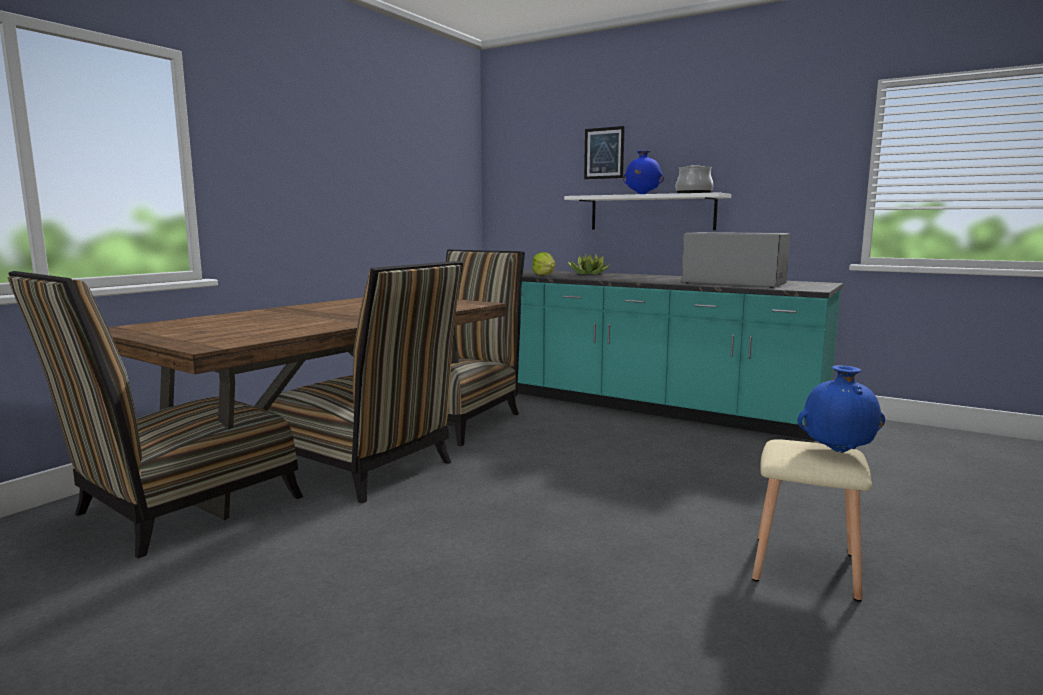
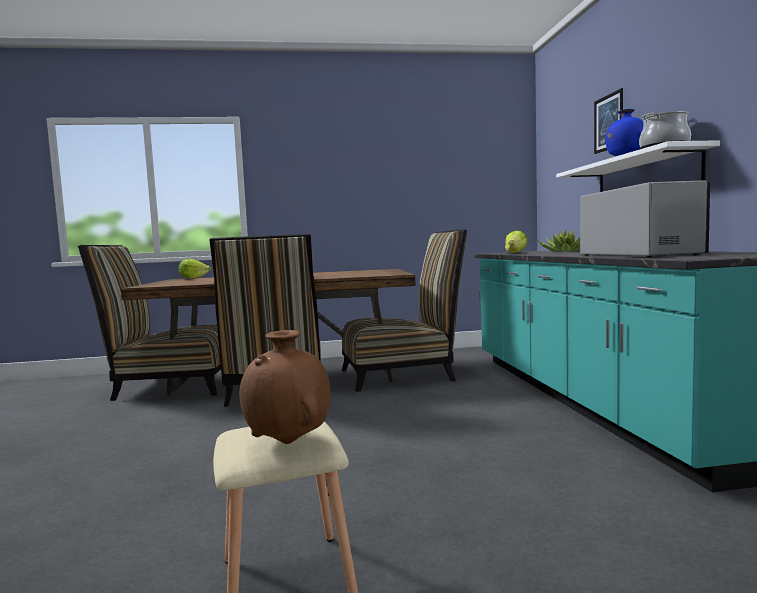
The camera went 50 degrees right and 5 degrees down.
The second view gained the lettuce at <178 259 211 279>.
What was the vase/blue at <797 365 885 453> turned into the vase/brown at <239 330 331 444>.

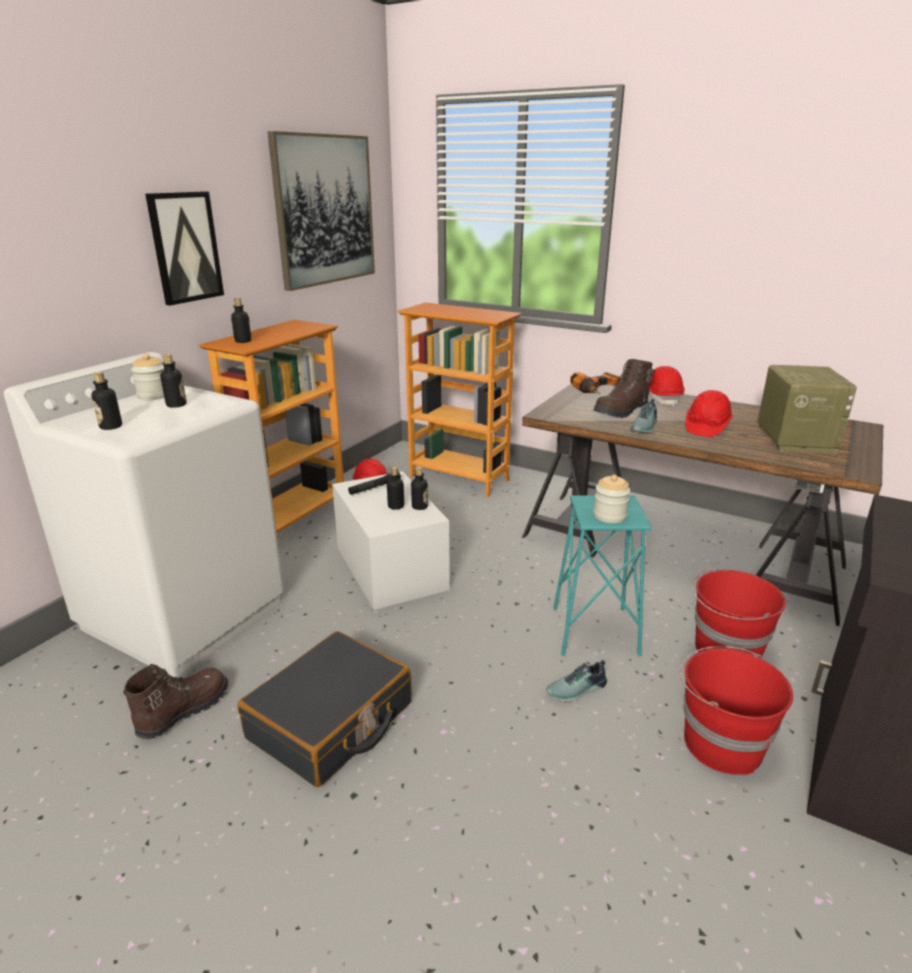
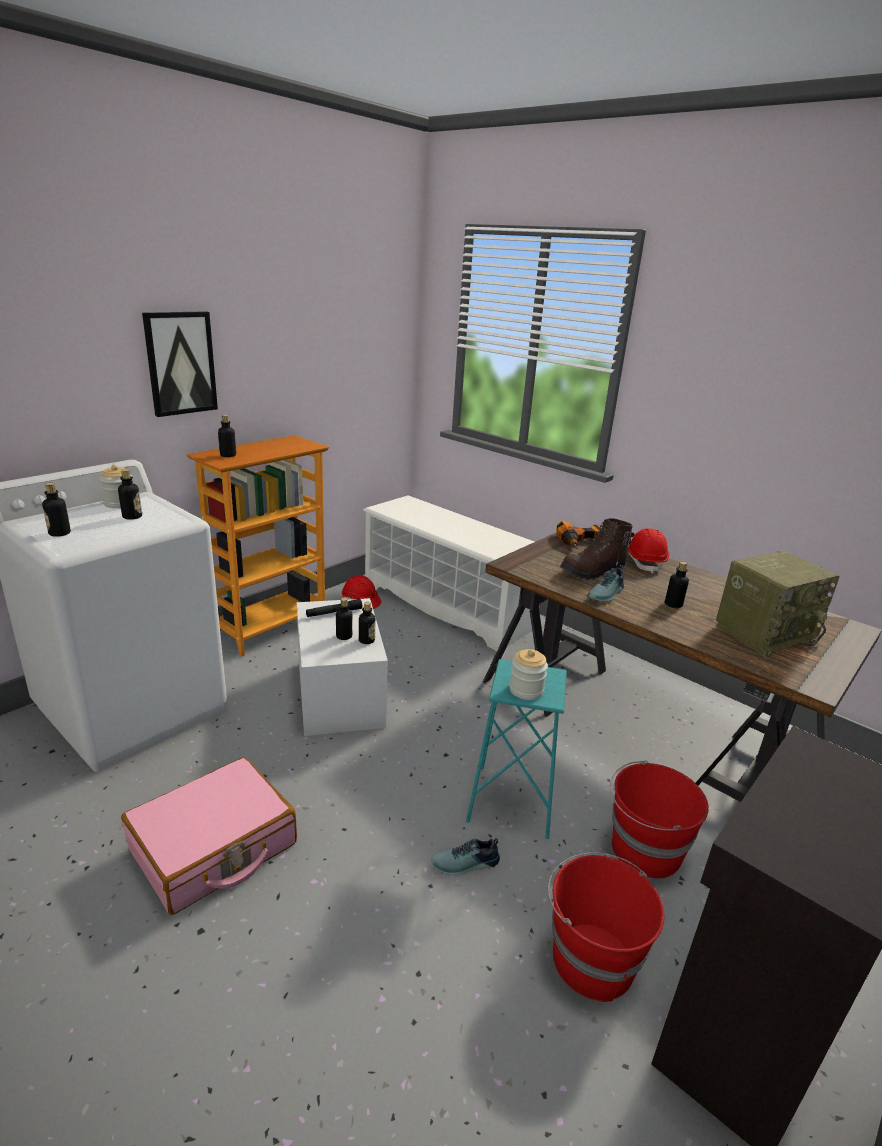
The camera went 10 degrees right and 0 degrees up.
What was the suitcase/black at <237 631 412 787> turned into the suitcase/pink at <121 757 297 915>.
Where the bookcase stood at <398 302 522 497>, the shoe rack/white came to stand at <363 495 540 652>.
Where the hard hat/red stood at <685 390 733 437>, the bottle came to stand at <665 562 689 608>.
The radio at <758 365 857 454> ended up facing another way, 45 degrees clockwise from before.
The second view lost the boot/brown at <123 664 228 739>.
The second view lost the picture at <267 131 375 291>.

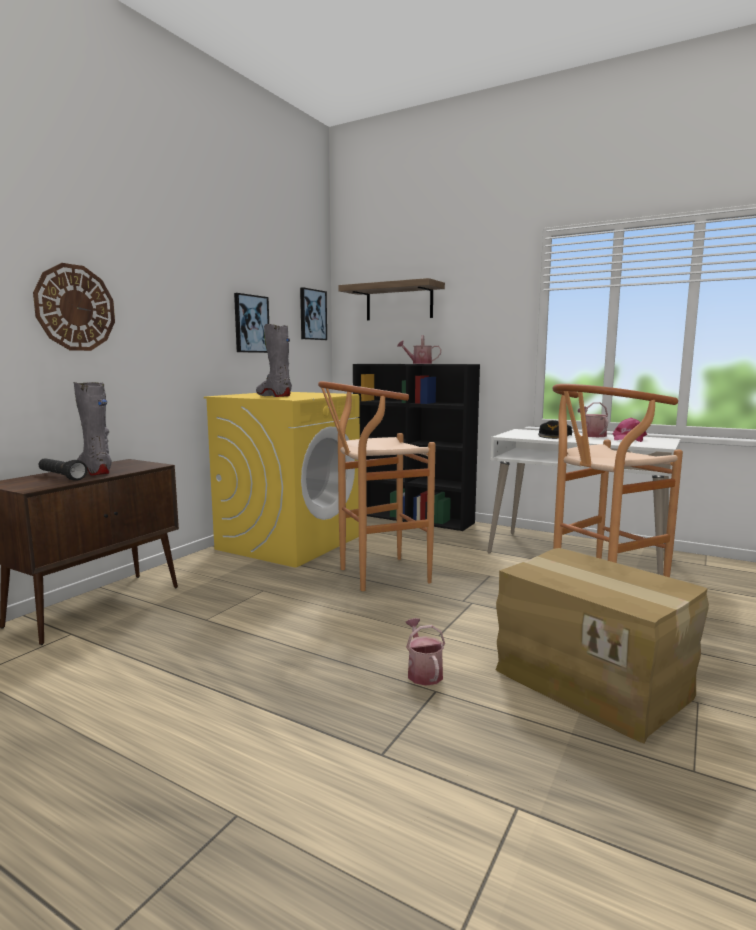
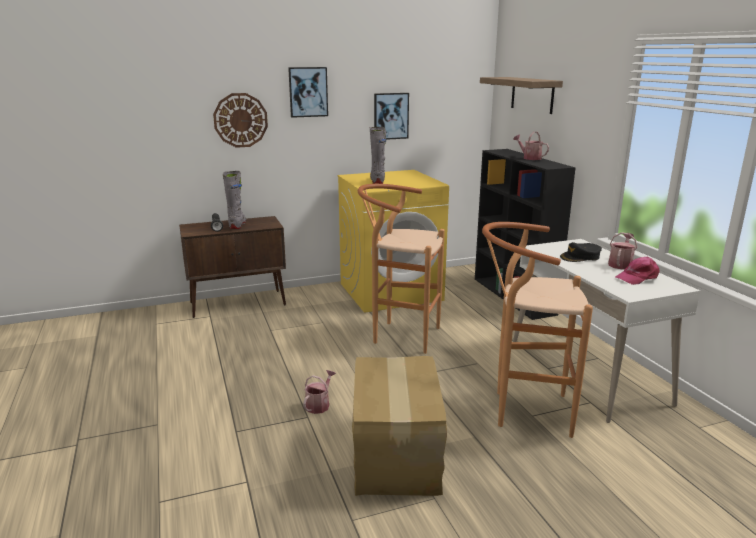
The camera went 40 degrees right and 10 degrees up.
The picture ended up elsewhere, having gone from <300 287 327 340> to <288 67 328 118>.

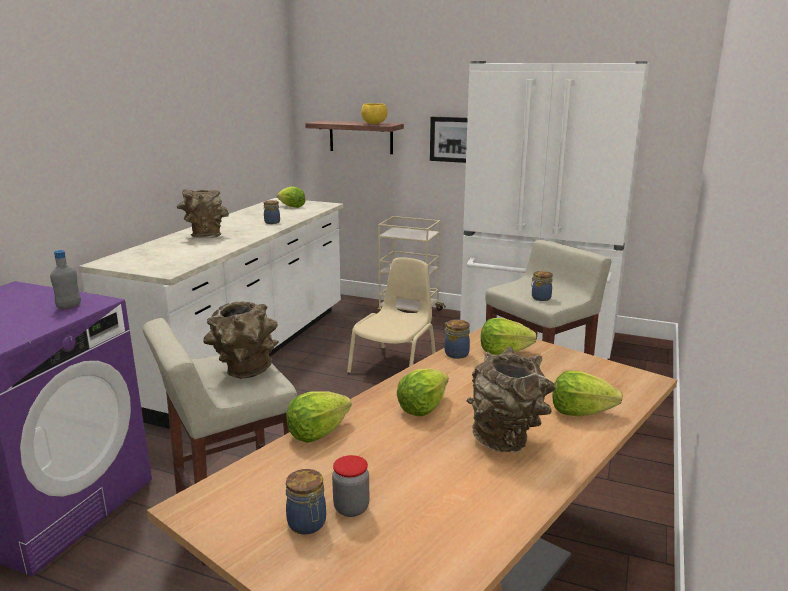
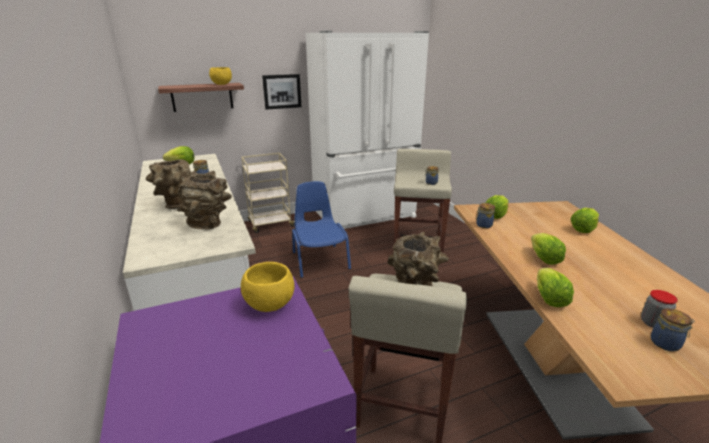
The camera went 45 degrees left and 5 degrees up.
The vase/brown ended up elsewhere, having gone from <466 346 555 453> to <177 171 232 230>.
Where the bottle/grey stood at <50 250 81 310>, the bowl/yellow came to stand at <241 262 294 312>.
What was the chair/beige at <347 257 436 373> turned into the chair/blue at <292 181 351 278>.

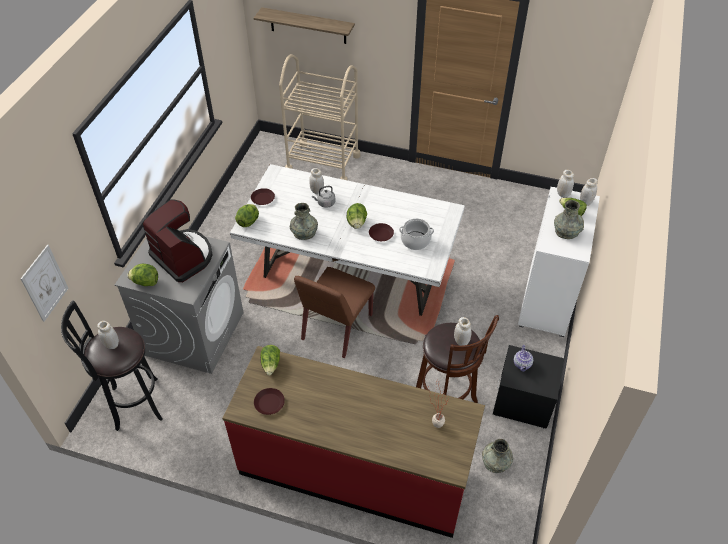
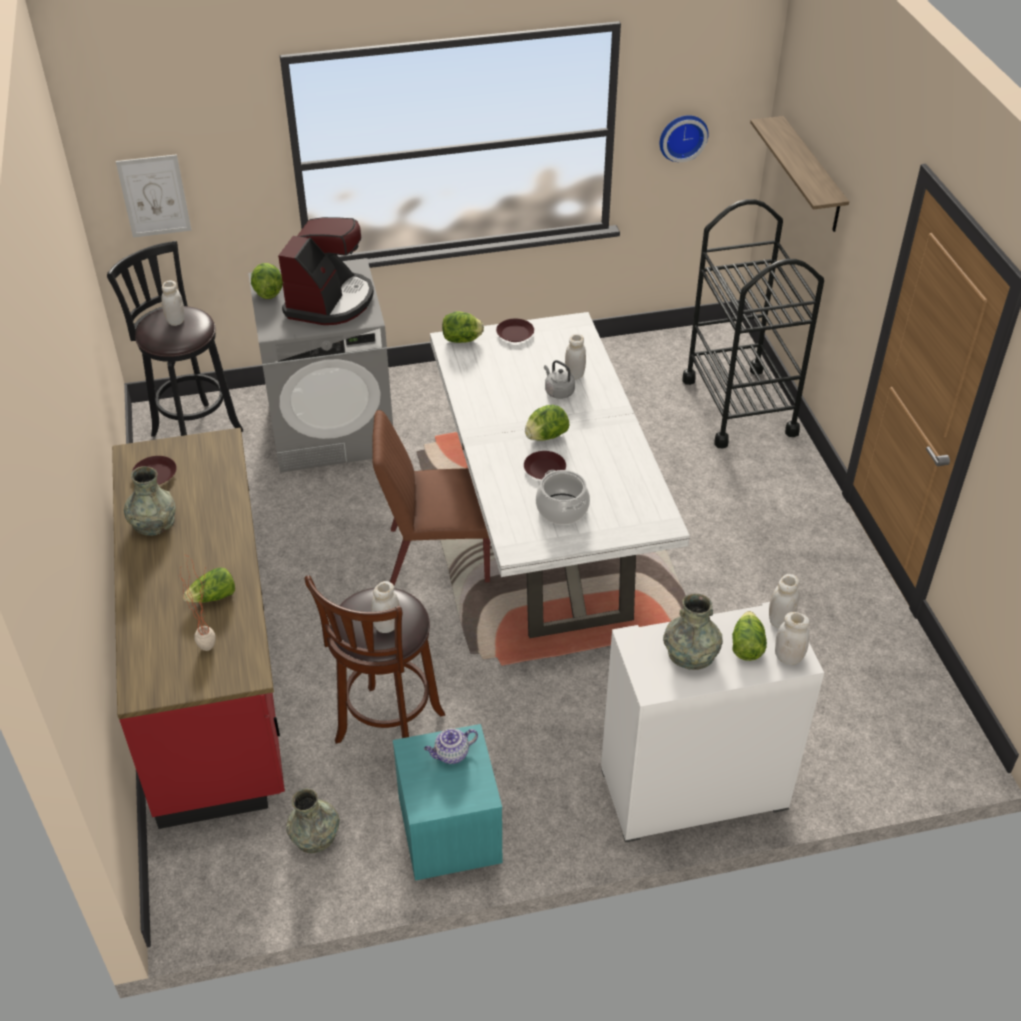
The camera went 60 degrees right and 5 degrees down.
The vase/grey ended up elsewhere, having gone from <290 203 318 240> to <124 466 176 536>.
The lettuce ended up elsewhere, having gone from <261 345 280 376> to <183 567 235 603>.
What was the nightstand/black at <493 345 564 429> turned into the nightstand/turquoise at <393 724 502 881>.
The second view gained the wall clock at <660 115 708 162>.
What was the cart/beige at <279 54 360 180> turned into the cart/black at <682 199 824 448>.

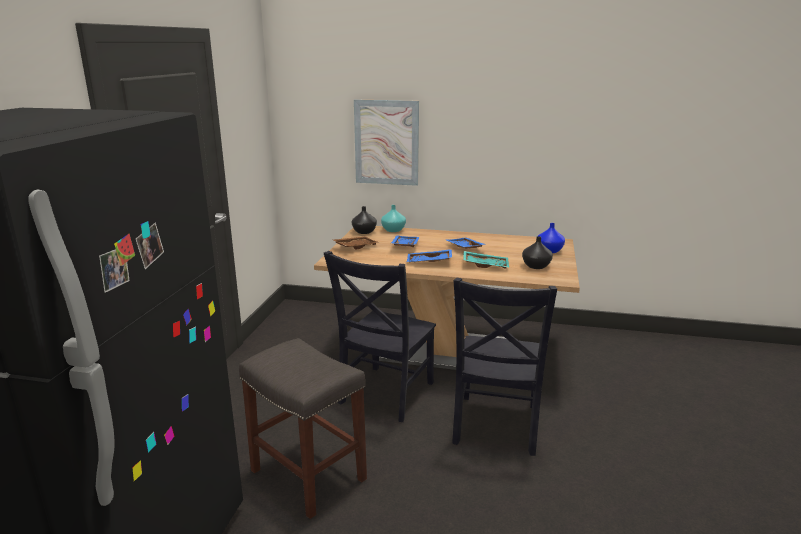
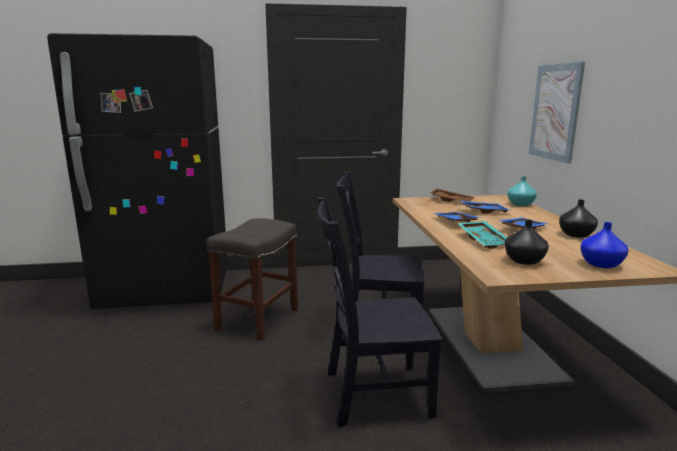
The camera went 70 degrees right and 5 degrees down.
The vase/black ended up elsewhere, having gone from <352 206 377 234> to <559 199 598 238>.

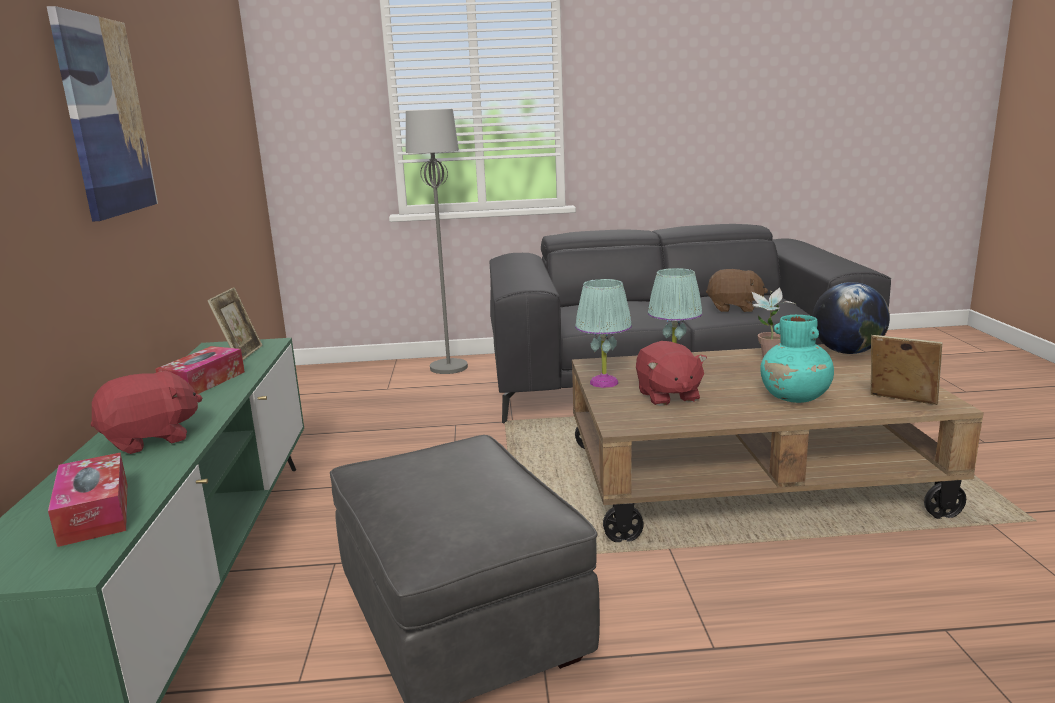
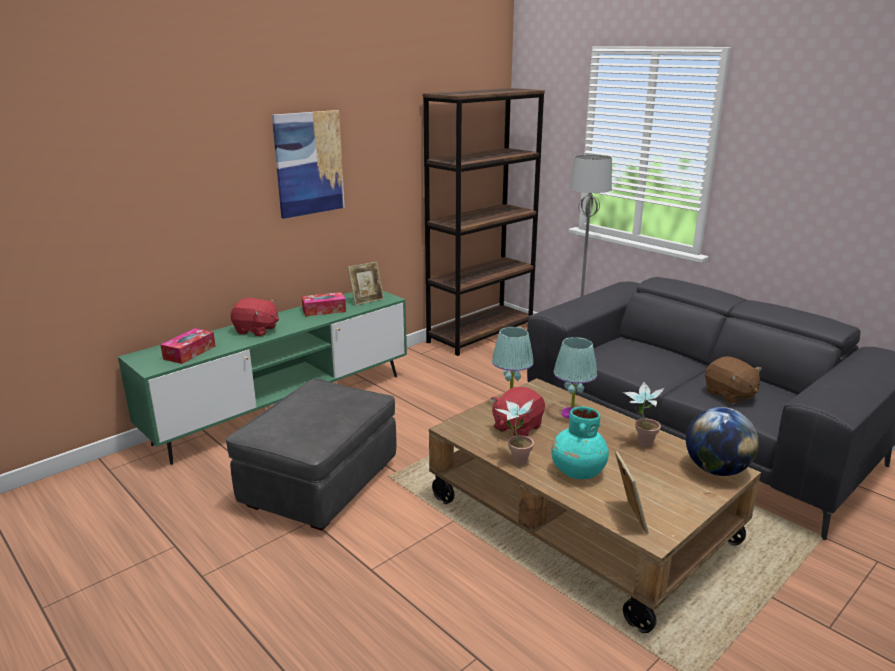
The camera went 50 degrees right and 5 degrees up.
The second view gained the bookcase/brown at <422 88 545 356>.
The second view gained the potted plant at <494 399 534 466>.

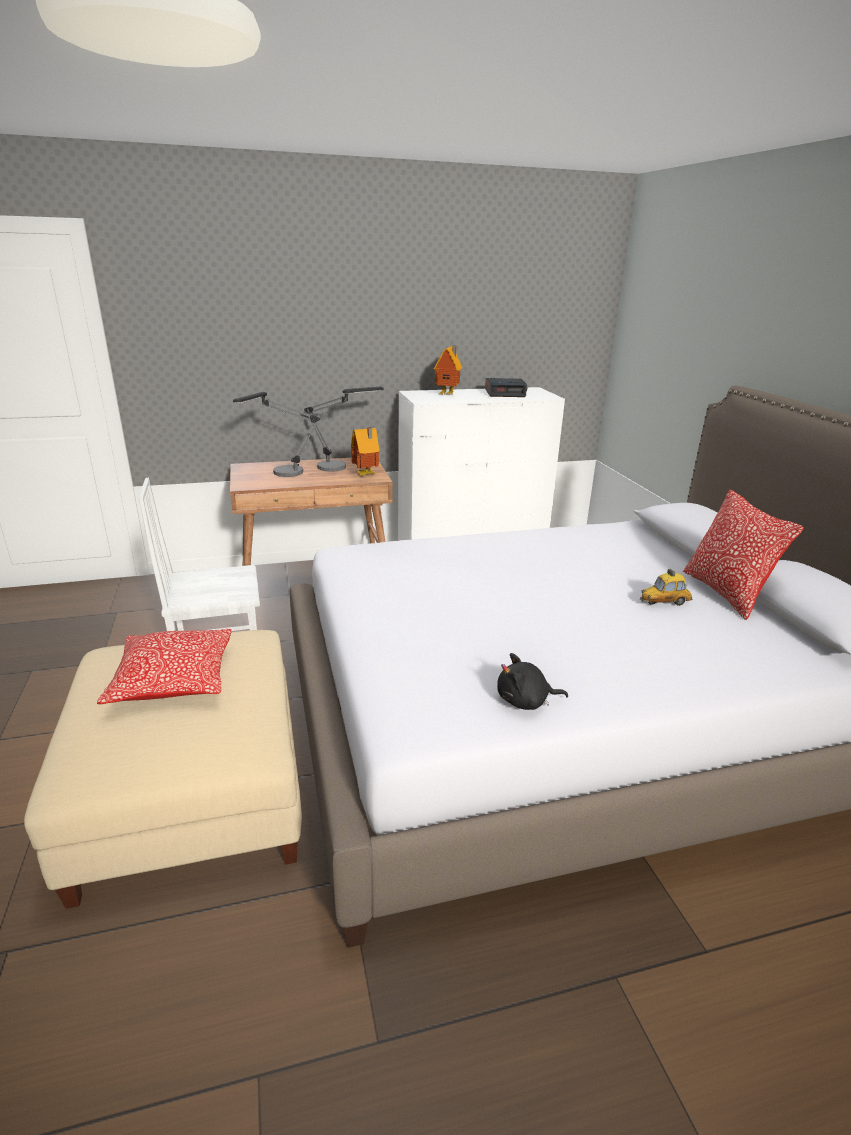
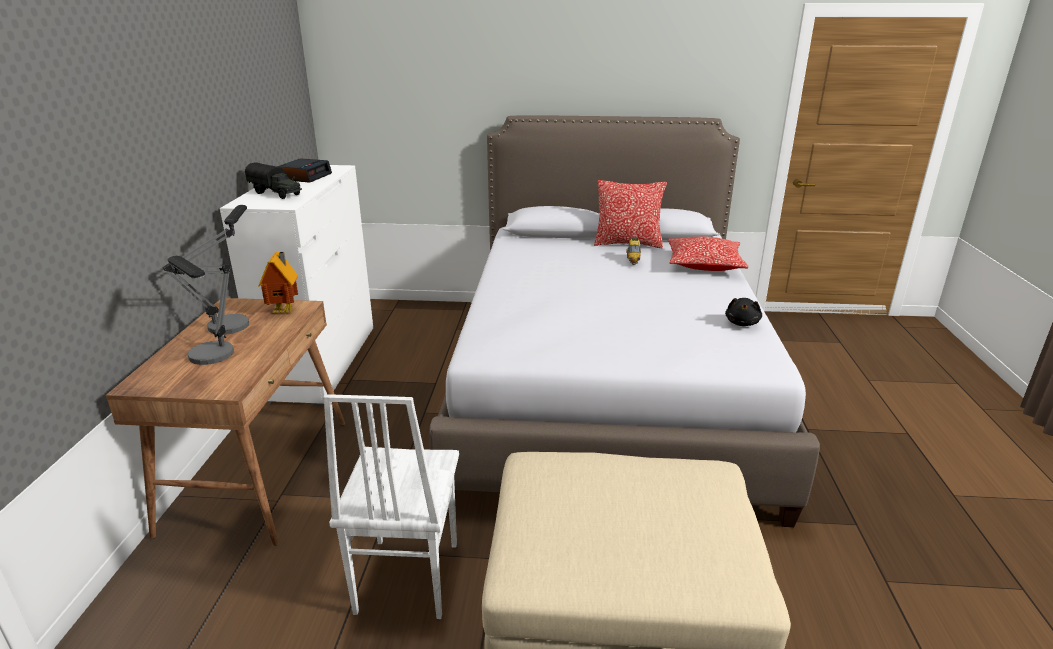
The camera went 70 degrees left and 0 degrees up.
Where the toy house stood at <434 345 462 395>, the toy truck came to stand at <245 162 302 199>.
The pillow ended up elsewhere, having gone from <97 629 232 704> to <668 236 748 271>.

